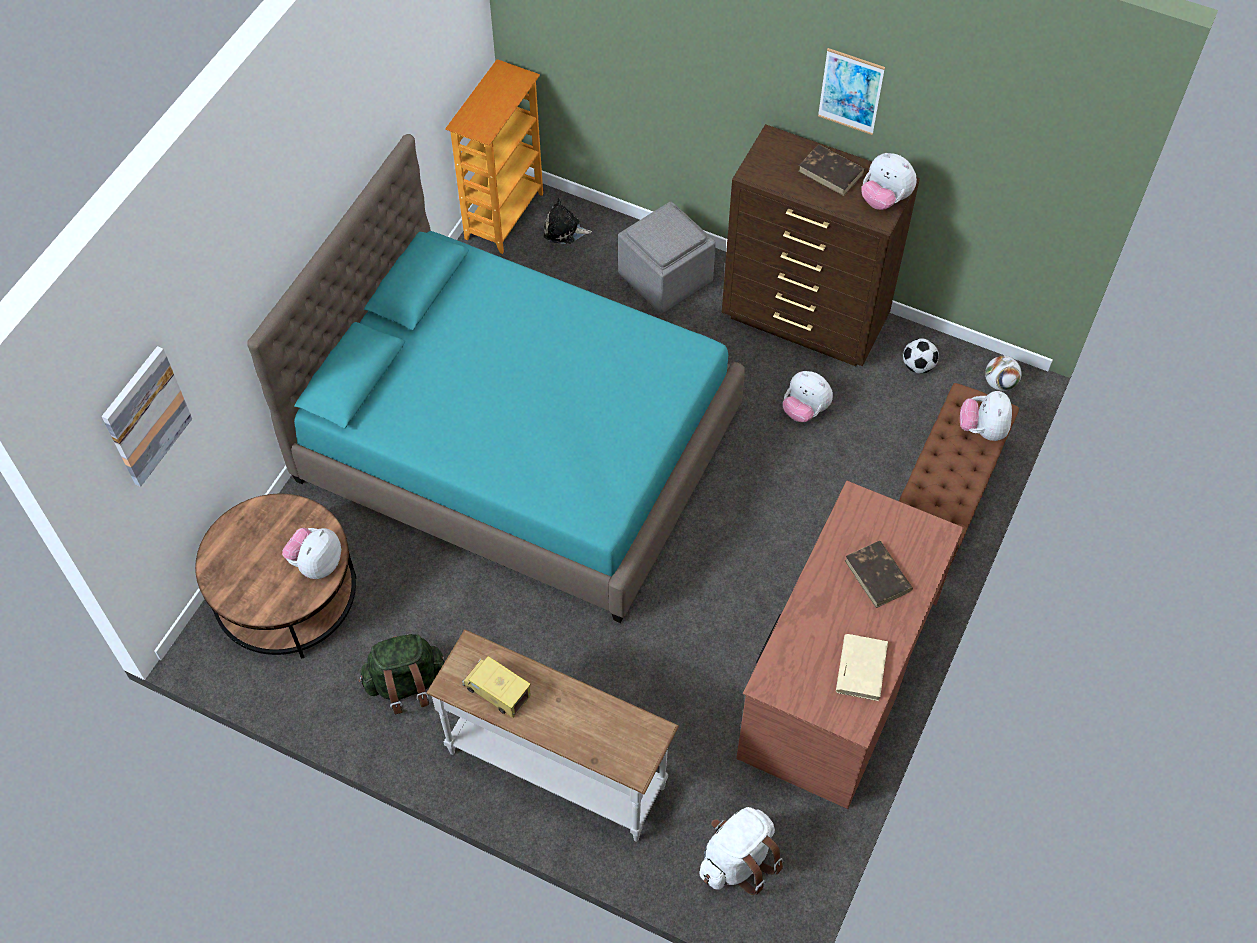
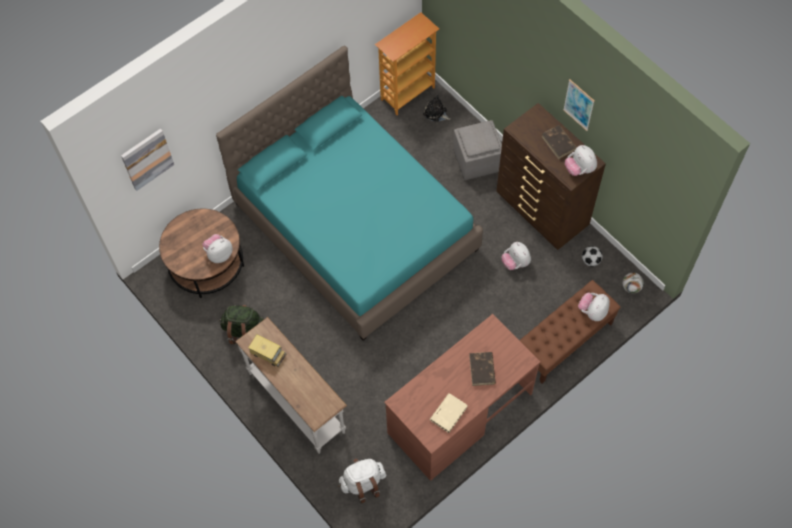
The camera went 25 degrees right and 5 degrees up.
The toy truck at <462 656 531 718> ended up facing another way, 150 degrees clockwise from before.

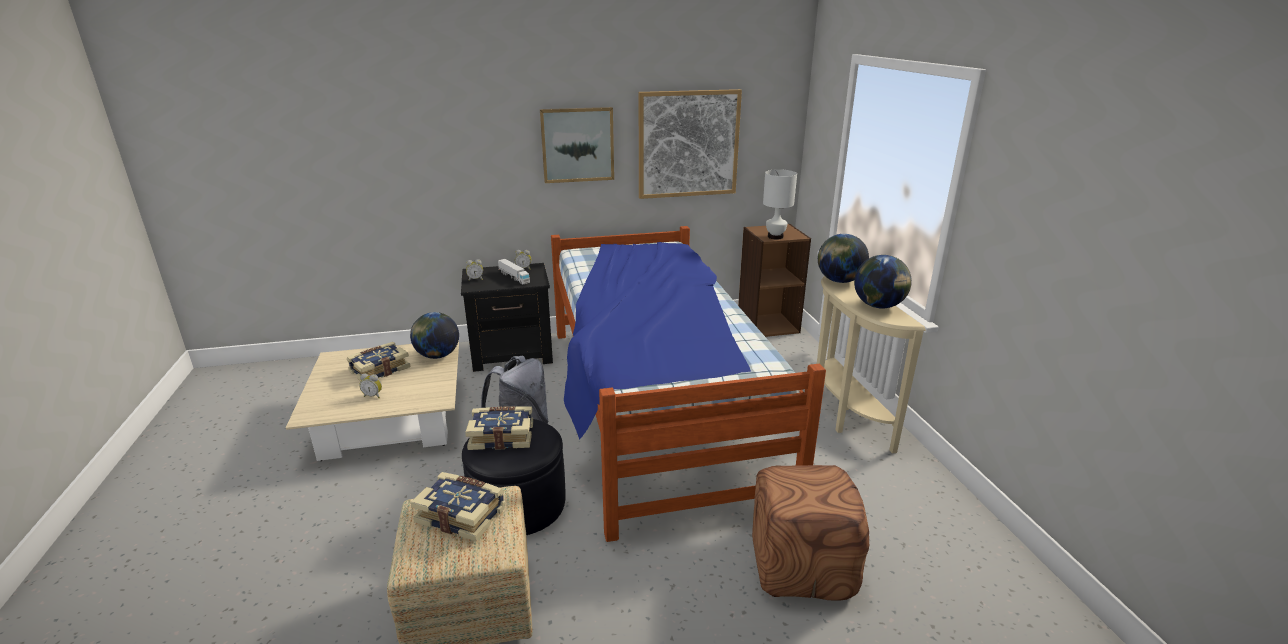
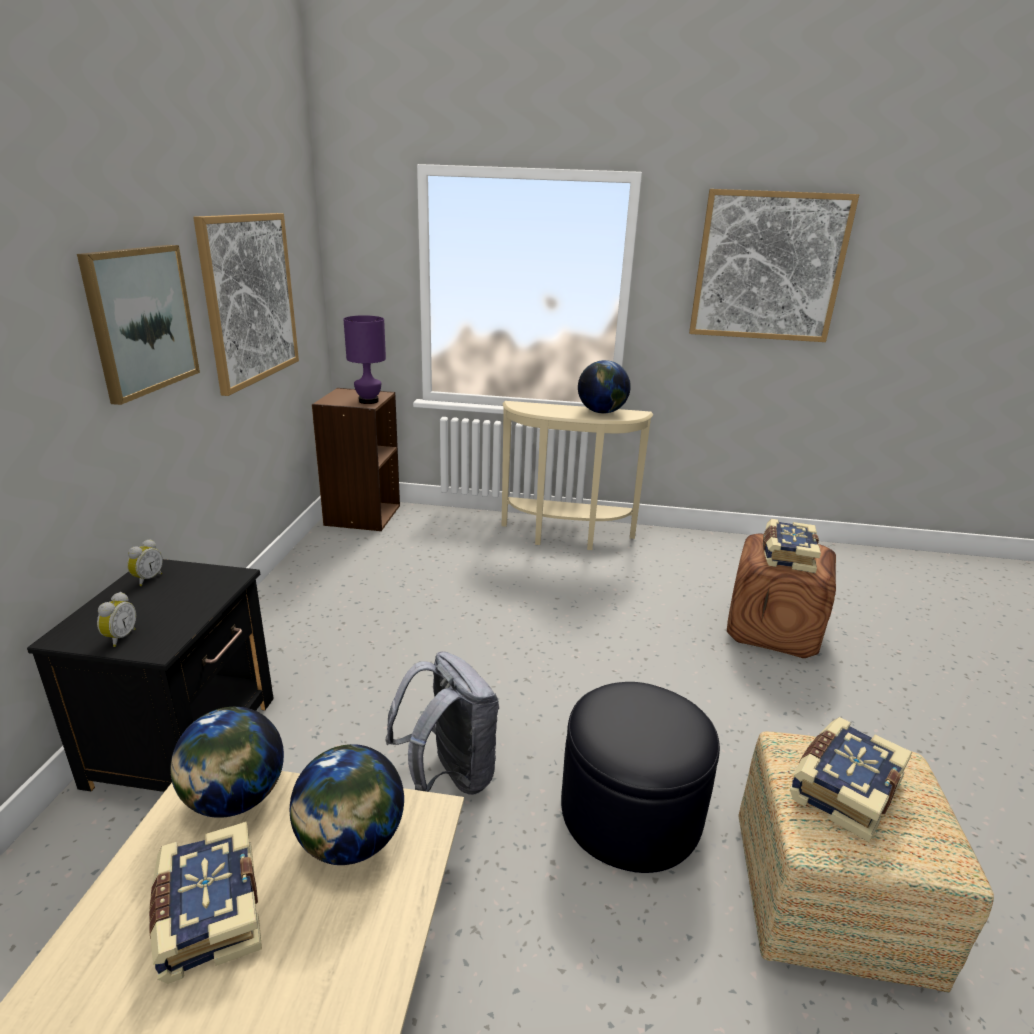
The camera went 70 degrees left and 0 degrees up.
The globe ended up elsewhere, having gone from <818 234 869 283> to <290 744 404 865>.
What was the table lamp/white at <763 169 797 239> turned into the table lamp/purple at <343 315 386 404>.
The second view gained the picture at <689 189 859 342>.
The book ended up elsewhere, having gone from <465 406 533 450> to <763 519 821 573>.
The second view lost the alarm clock at <359 373 382 398>.
The second view lost the toy truck at <498 259 530 284>.
The second view lost the bed at <551 226 826 542>.

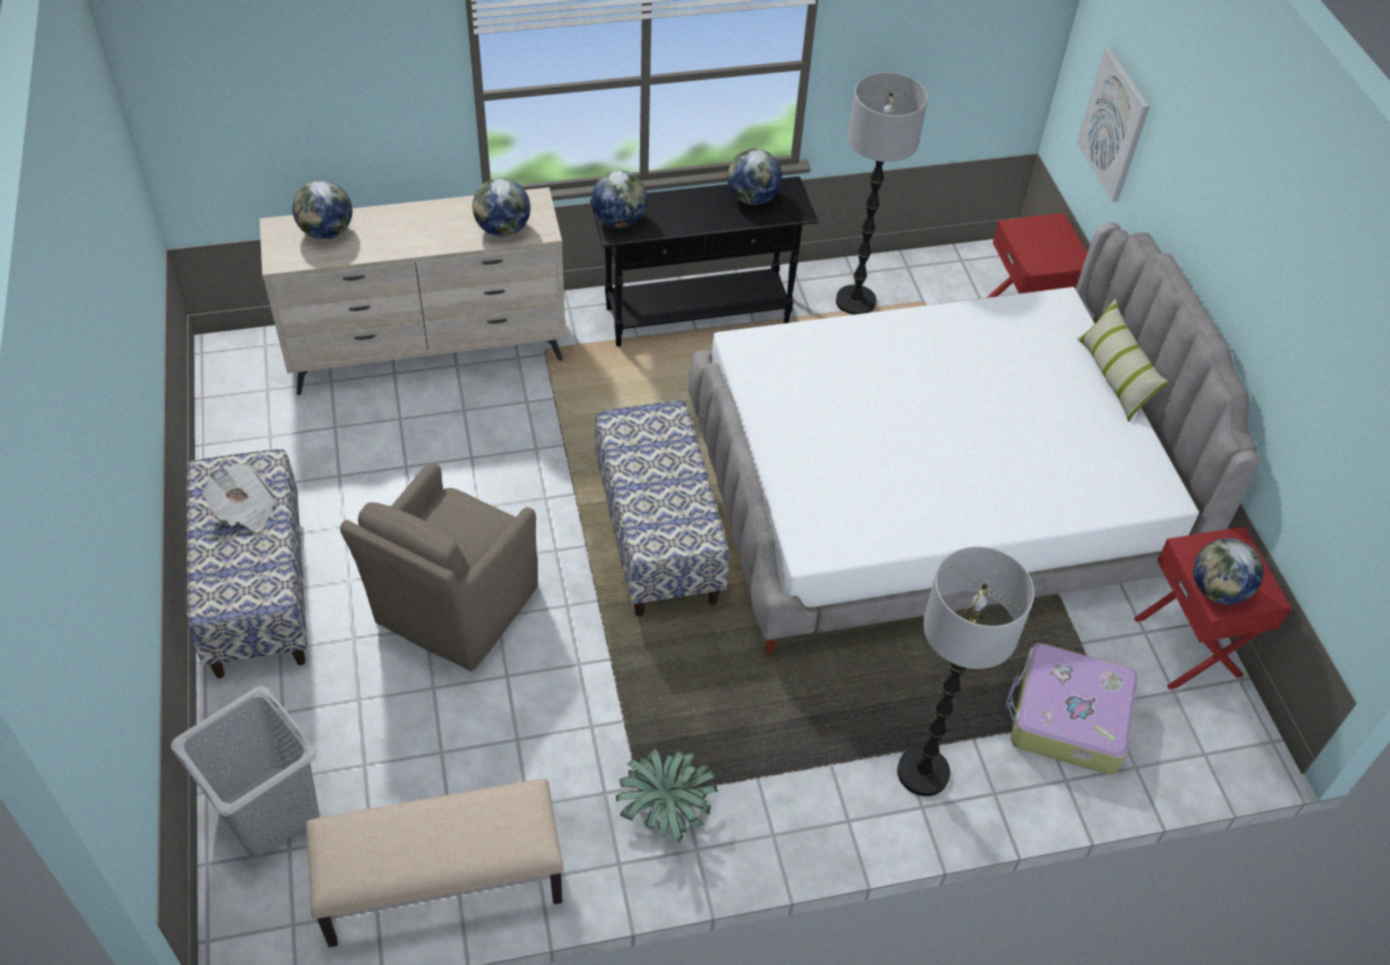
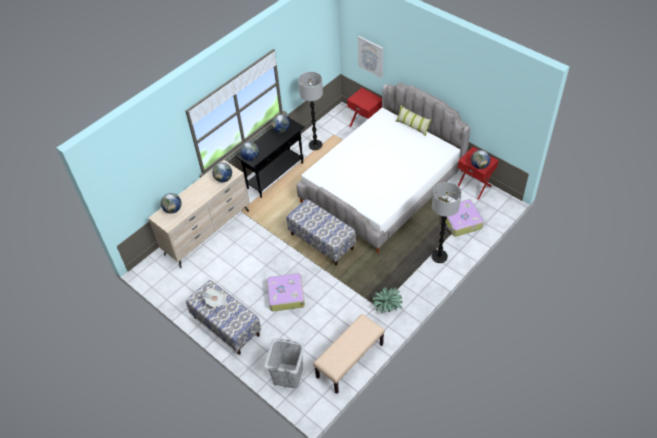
The camera went 30 degrees left and 0 degrees up.
Where the armchair/brown stood at <340 463 538 671>, the suitcase came to stand at <267 273 305 312>.

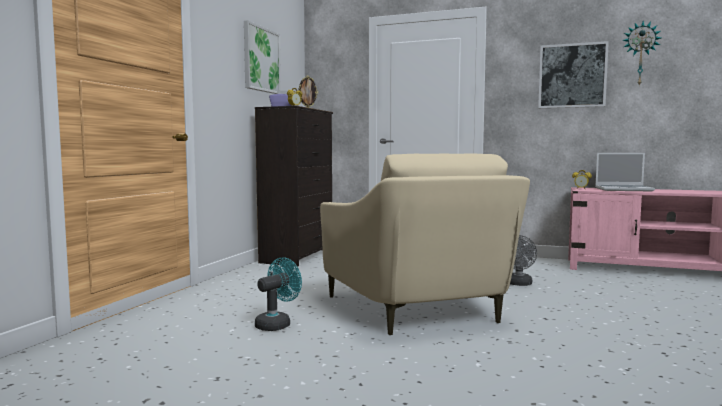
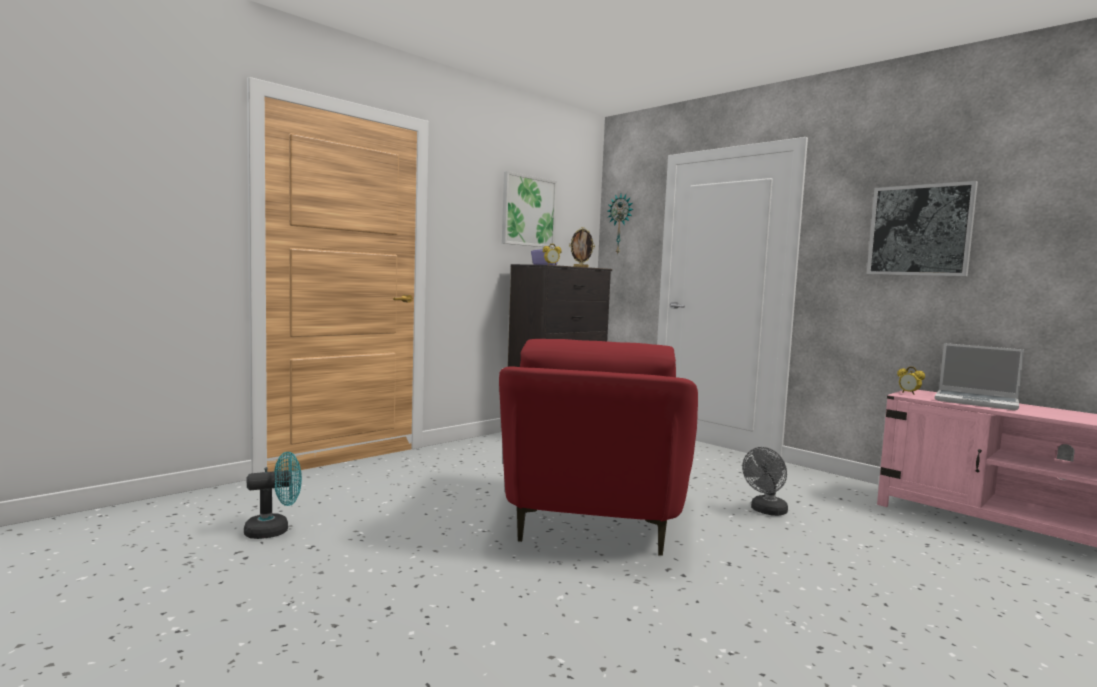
The camera went 25 degrees right and 0 degrees up.
The fan/turquoise ended up elsewhere, having gone from <255 257 302 331> to <244 452 302 539>.
What was the armchair/beige at <320 153 530 335> turned into the armchair/red at <499 339 698 556>.
The wall clock ended up elsewhere, having gone from <622 21 661 87> to <608 194 634 254>.

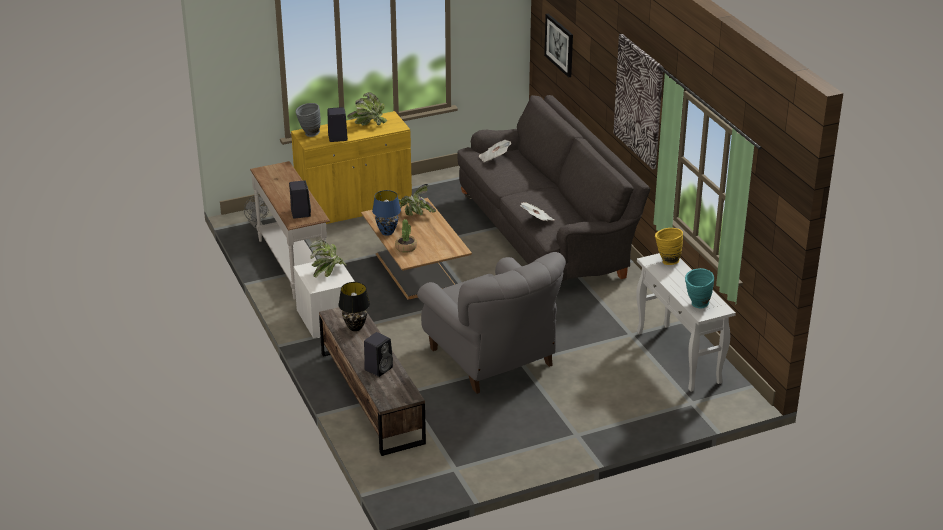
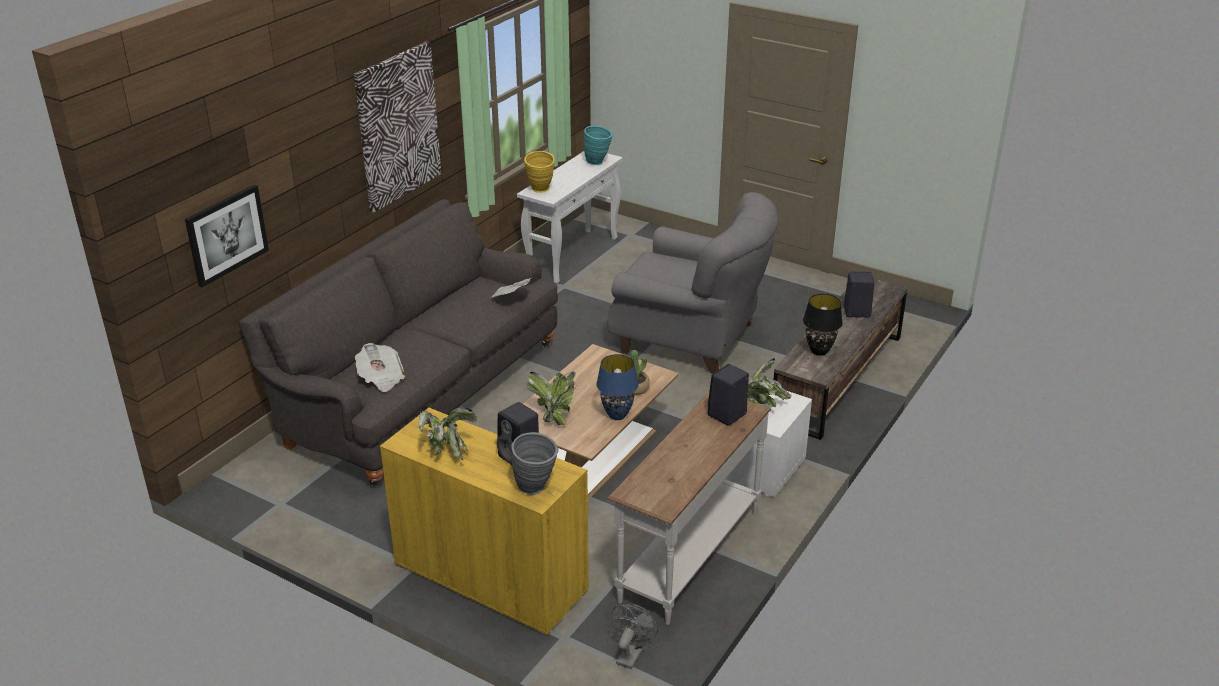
The camera went 125 degrees left and 0 degrees up.
The armchair/grey at <417 252 566 394> ended up facing another way, 90 degrees clockwise from before.

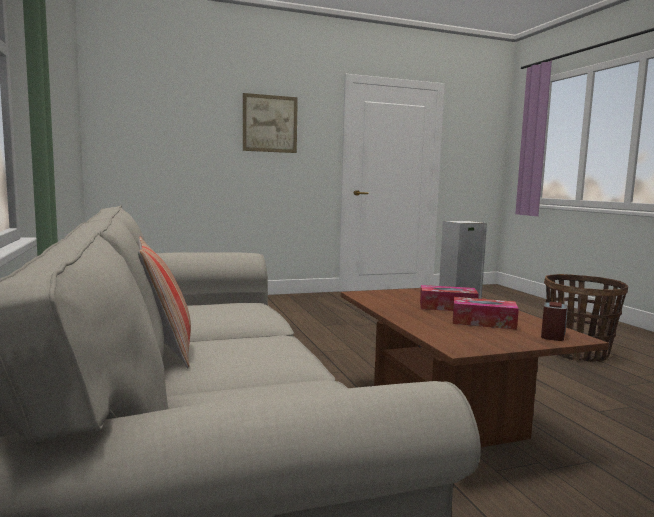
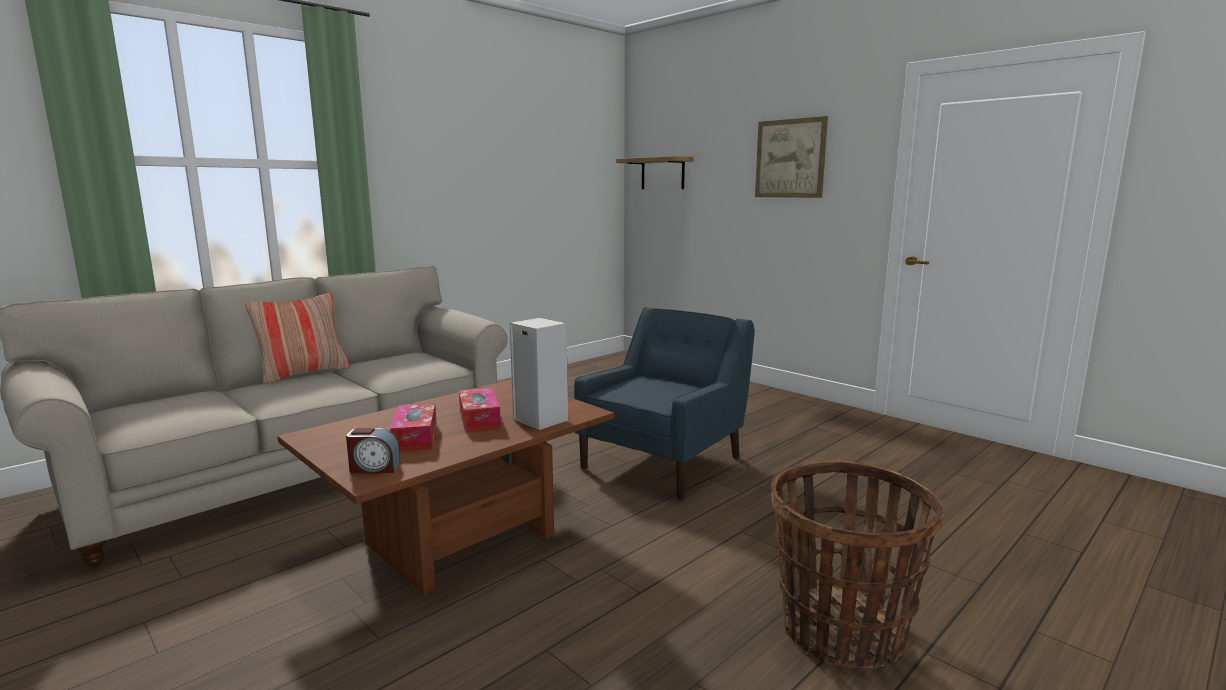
The camera went 65 degrees right and 5 degrees up.
The second view gained the armchair/blue at <574 307 755 500>.
The second view gained the shelf at <616 156 694 189>.

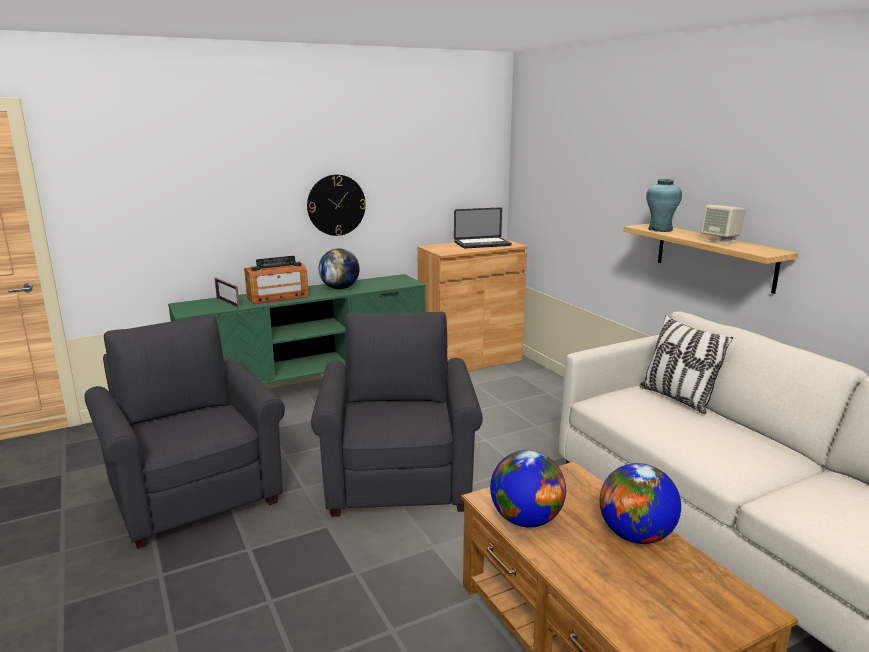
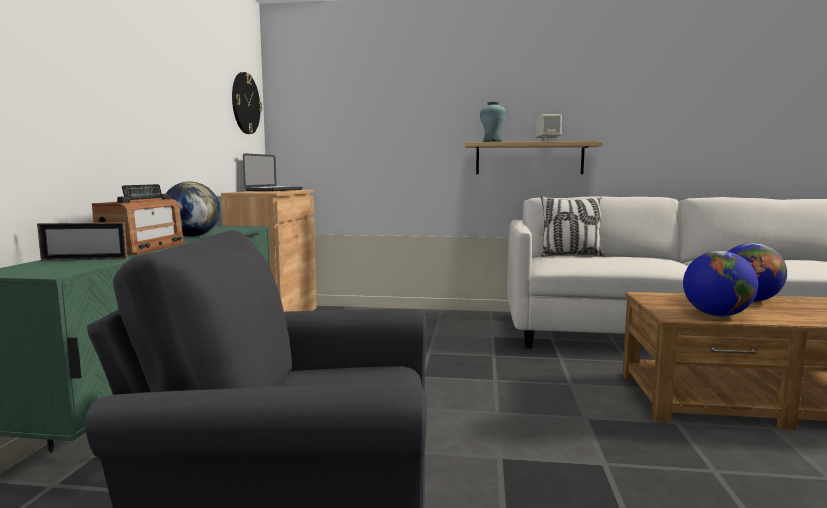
The camera went 55 degrees left and 10 degrees down.
The wall clock ended up elsewhere, having gone from <307 174 366 236> to <232 72 262 134>.
The second view lost the armchair/grey at <311 312 483 517>.

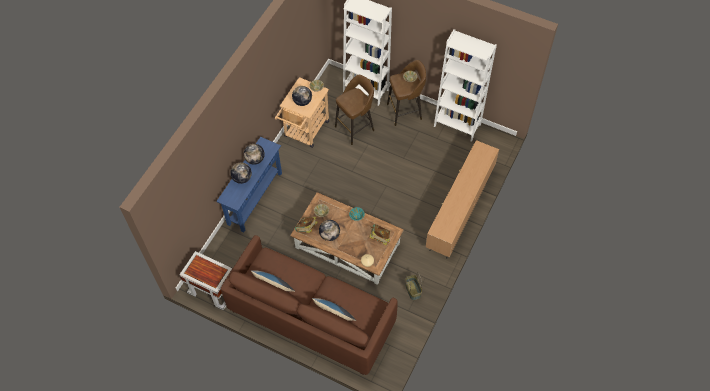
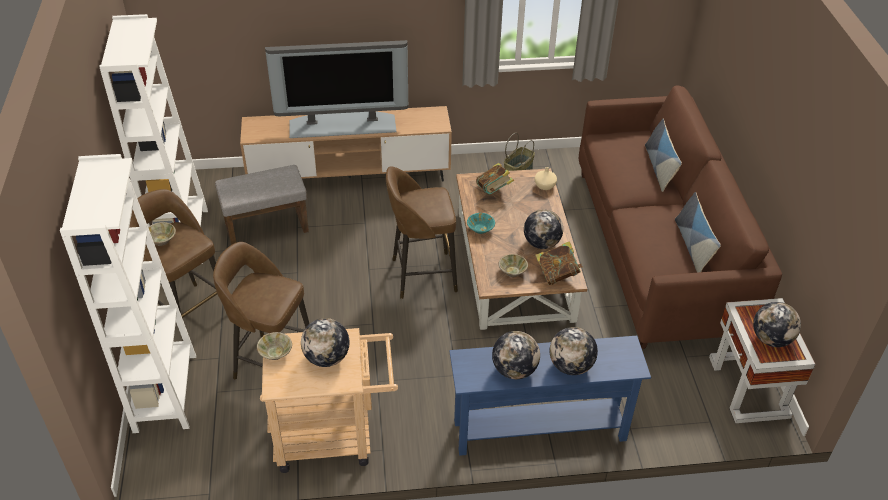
The camera went 125 degrees left and 15 degrees down.
The second view gained the ottoman/grey at <215 165 309 245>.
The second view gained the television at <265 40 408 138>.
The second view gained the stool/brown at <386 166 458 299>.
The second view gained the globe at <753 302 801 347>.

